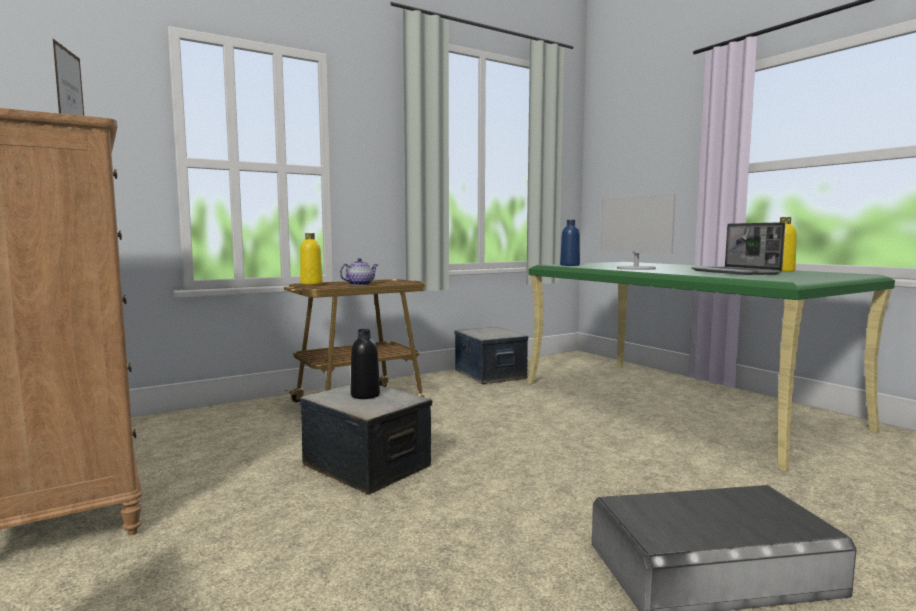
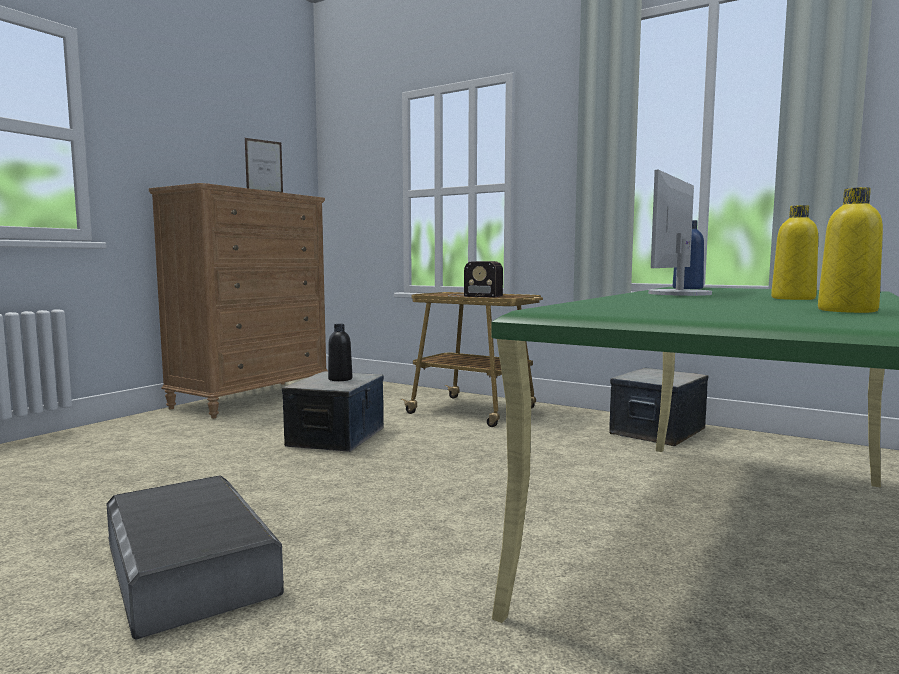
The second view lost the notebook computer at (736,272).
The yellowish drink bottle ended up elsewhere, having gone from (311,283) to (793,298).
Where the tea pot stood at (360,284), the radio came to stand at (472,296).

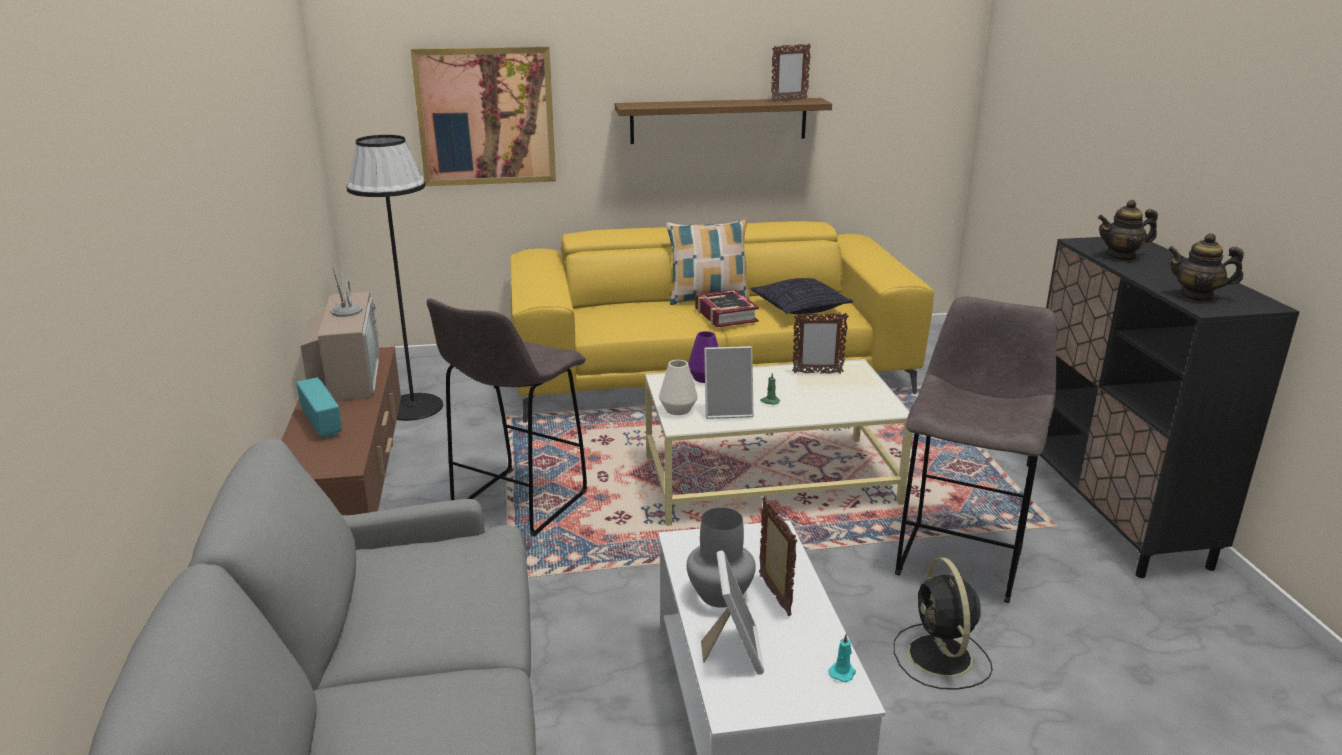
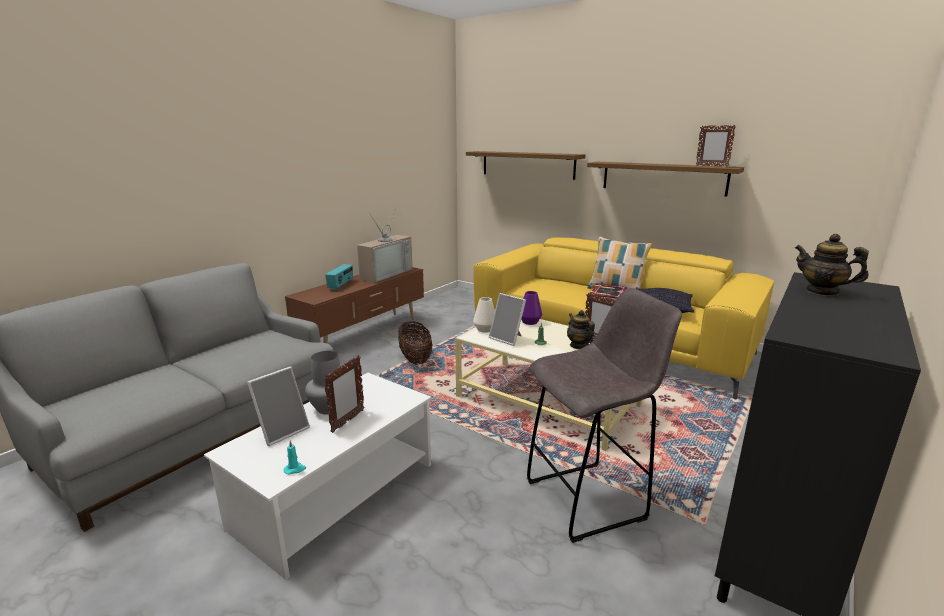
The second view lost the black standard lamp at (413,407).
The second view lost the black cooling fan at (941,658).
The tea pot ended up elsewhere, having gone from (1196,296) to (579,345).
Where the wall art hung at (486,116), the bracket shelf came to hang at (527,164).
Where the greyish sitting stool stood at (517,504), the storage basket came to stand at (415,359).

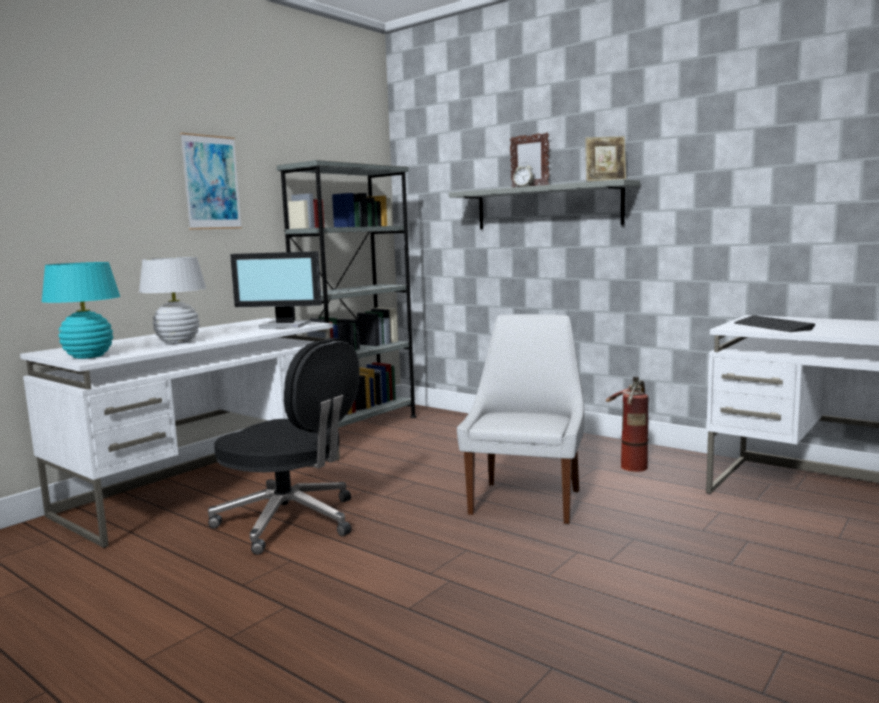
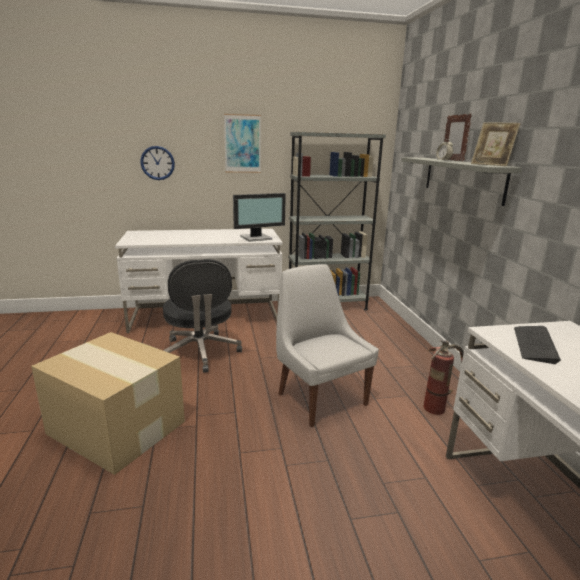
The second view lost the blue-green tabletop lamp at (89,356).
The second view lost the whitish tabletop lamp at (178,342).
The second view gained the packing box at (116,426).
The second view gained the hanging clock at (157,163).
The computer screen at (285,325) ended up facing another way, 75 degrees counterclockwise from before.
The whitish chair at (527,500) ended up facing another way, 90 degrees counterclockwise from before.

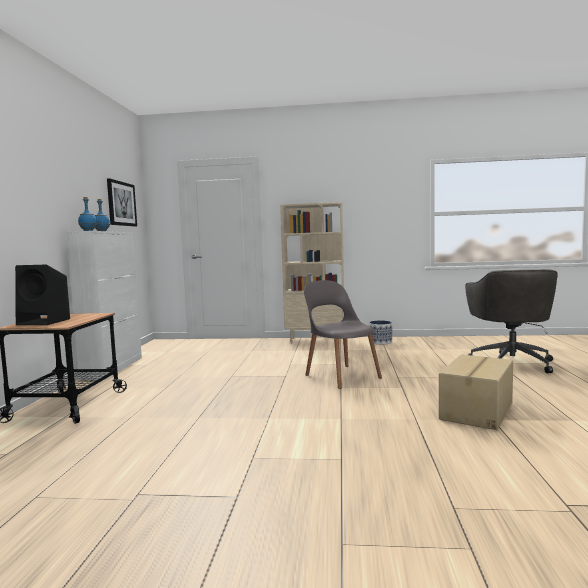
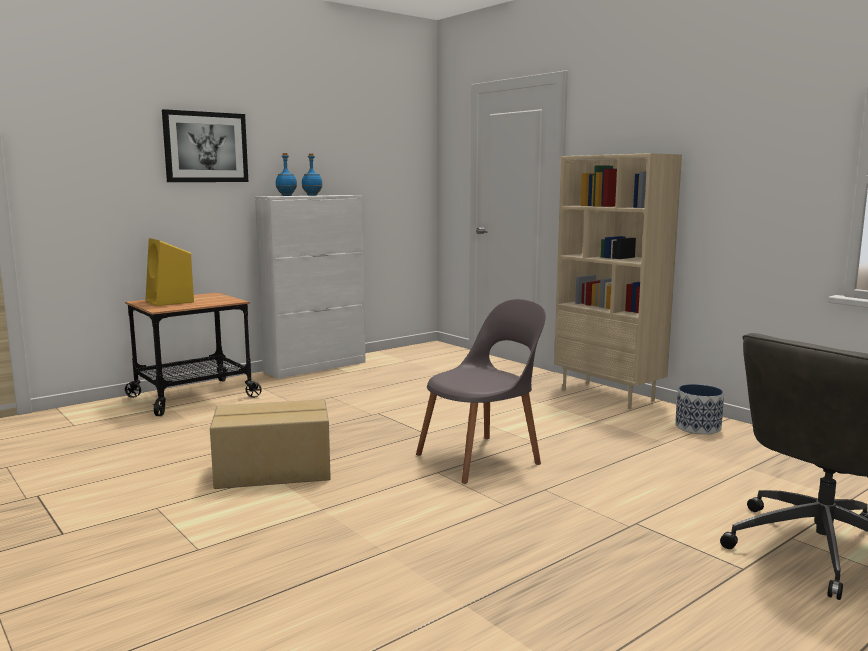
The wall art ended up elsewhere, having gone from (121,204) to (206,147).
The packing box ended up elsewhere, having gone from (478,411) to (274,471).
What was the black speaker at (45,322) turned into the yellowish speaker at (170,301).
The greyish chair at (341,376) ended up facing another way, 45 degrees clockwise from before.

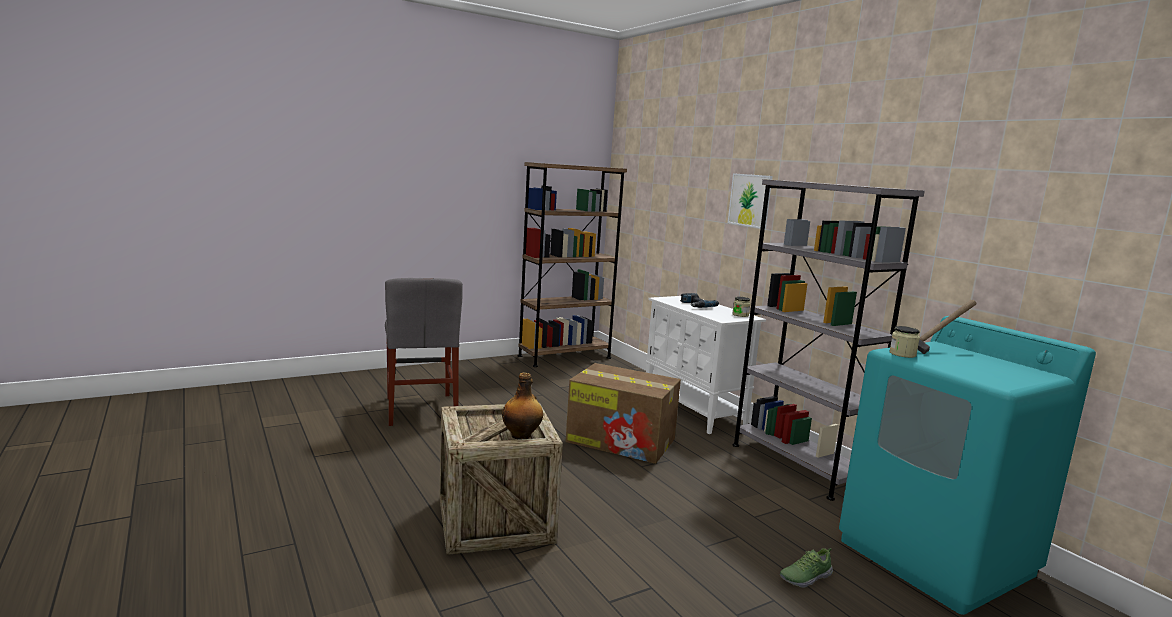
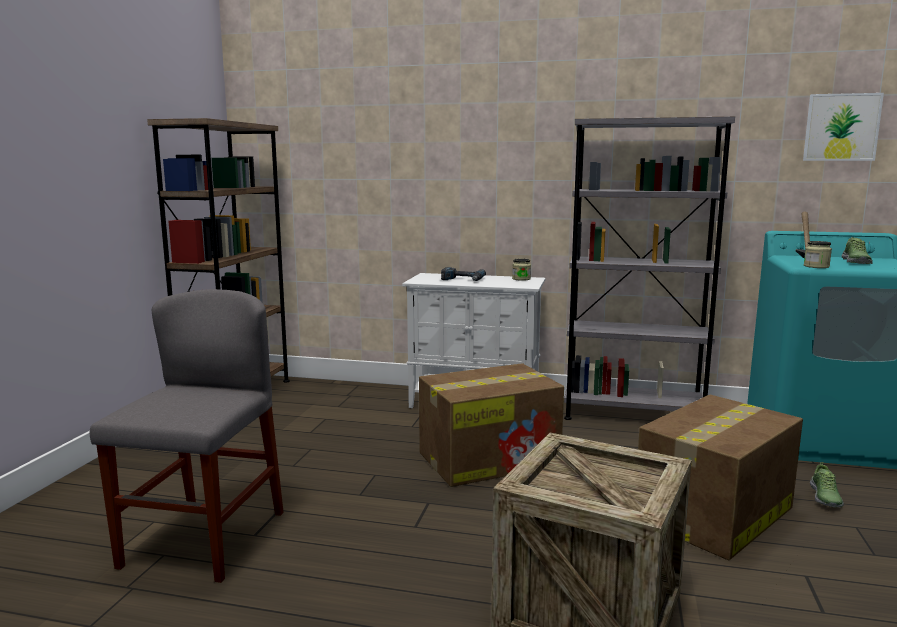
The second view lost the drink bottle at (521,436).
The second view gained the packing box at (713,514).
The second view gained the item of footwear at (855,262).
The wall art ended up elsewhere, having gone from (750,200) to (841,127).
The greyish chair at (421,409) ended up facing another way, 105 degrees counterclockwise from before.

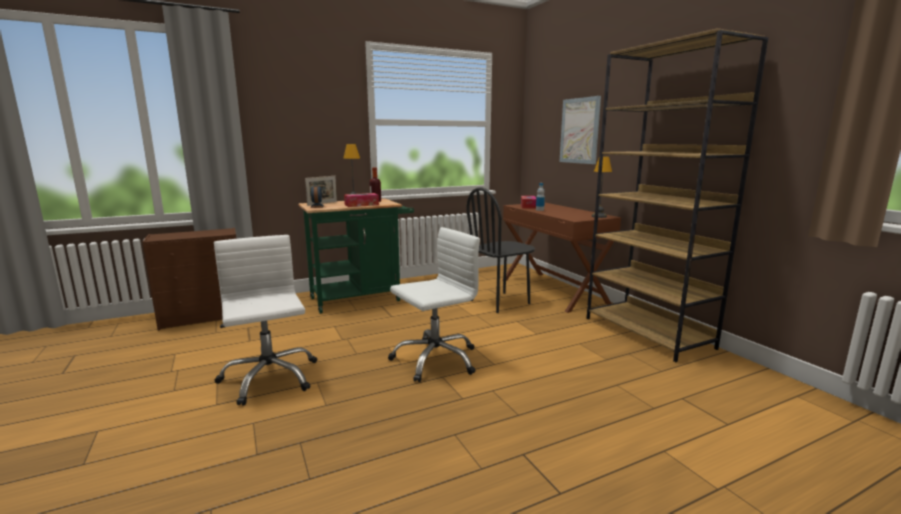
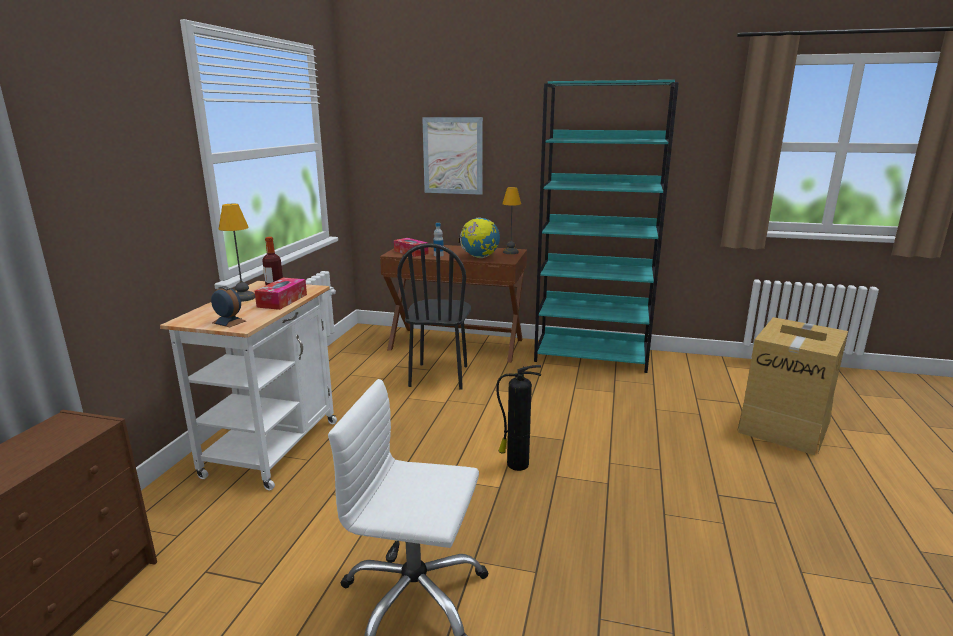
The second view lost the picture frame at (322,203).
The second view gained the world globe at (479,257).
The second view gained the packing box at (785,425).
Where the whitish office chair stood at (435,359), the fire extinguisher came to stand at (516,464).
What was the green cart at (361,298) turned into the whitish cart at (277,443).
What was the brown bookshelf at (648,333) turned into the blue-green bookshelf at (592,356).

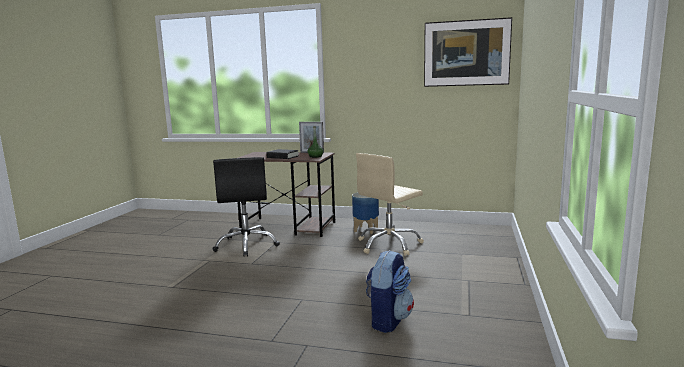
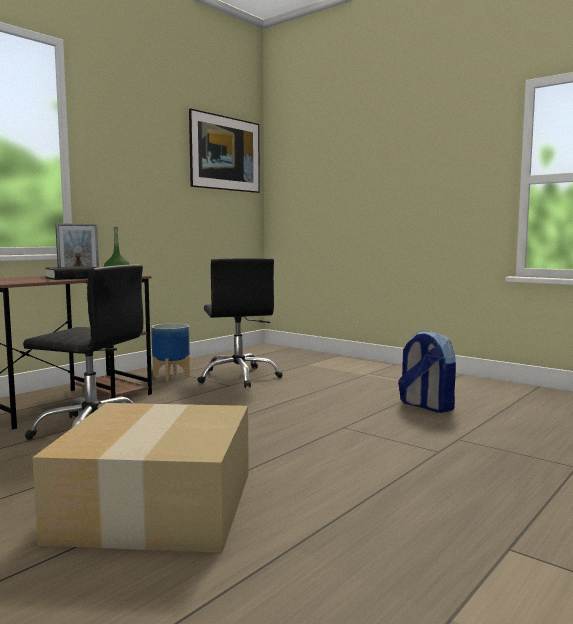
The second view gained the packing box at (155,503).
What was the beige office chair at (389,244) turned into the black office chair at (239,377).

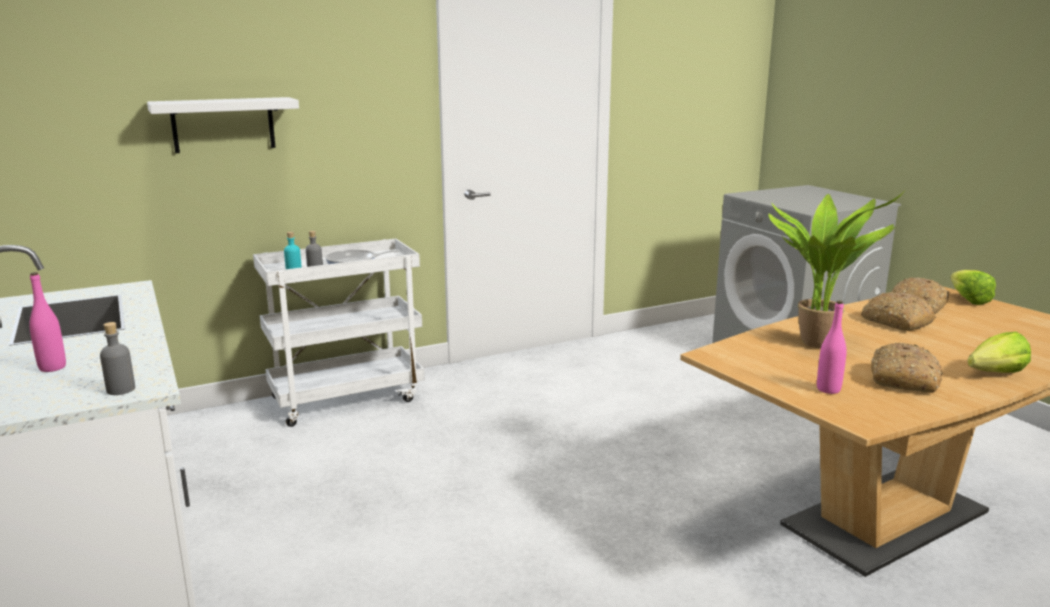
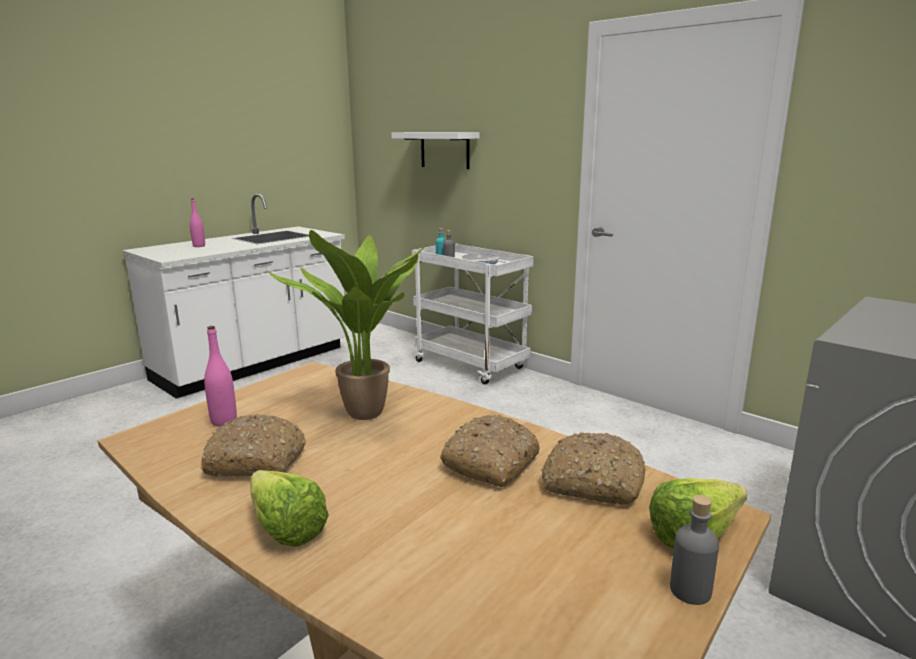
The greyish drink bottle ended up elsewhere, having gone from (121,389) to (690,590).

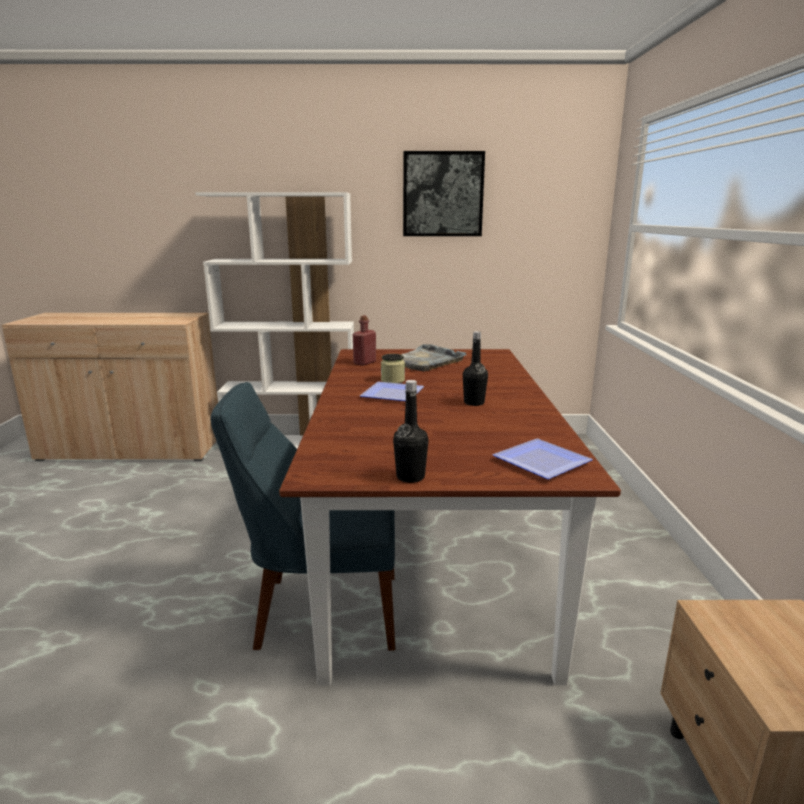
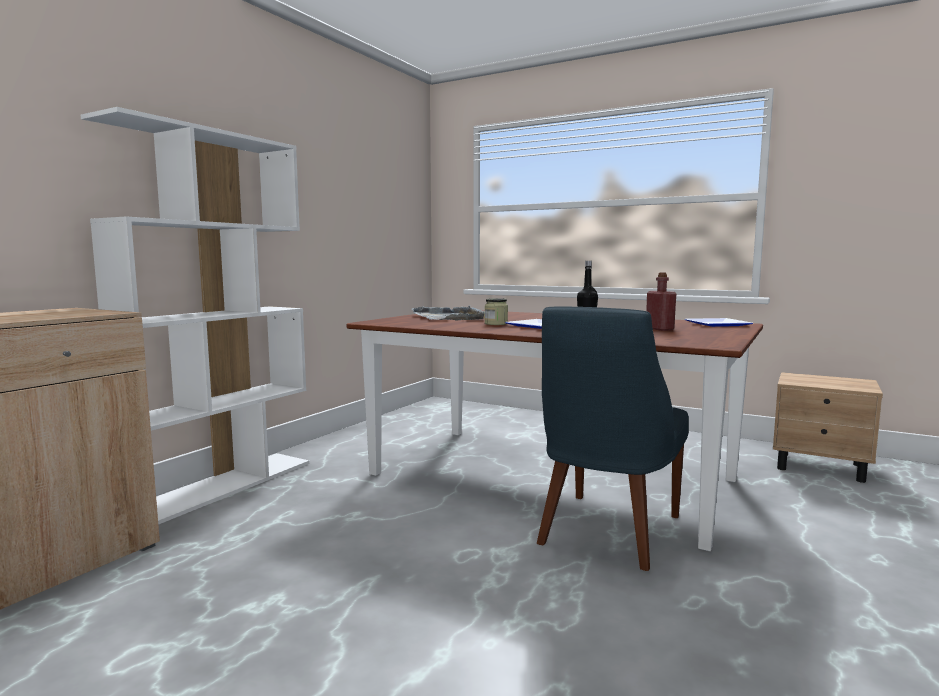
The second view lost the black drink bottle at (410,477).
The second view lost the wall art at (442,194).
The red-coloured drink bottle ended up elsewhere, having gone from (364,363) to (659,329).

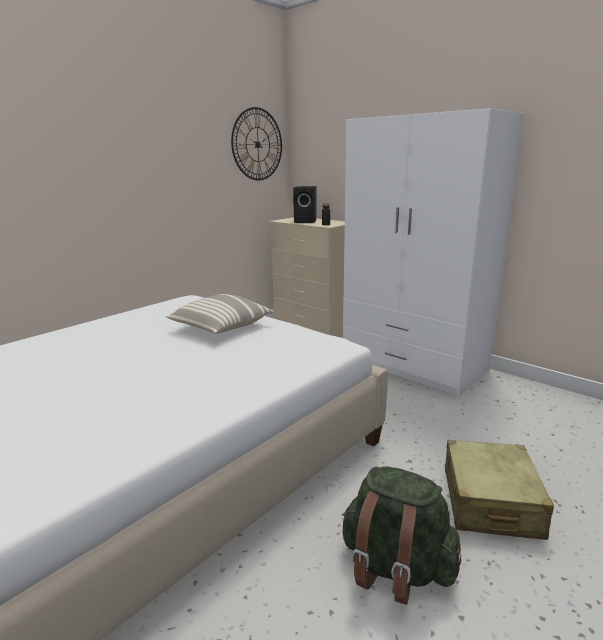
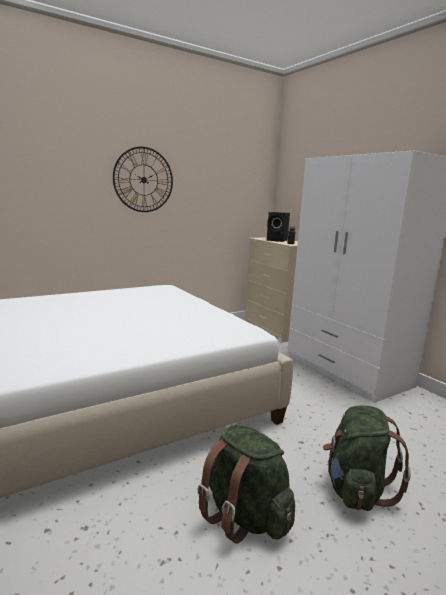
The second view lost the throw pillow at (220,328).
The hanging clock ended up elsewhere, having gone from (257,144) to (143,180).
Where the beige travel case stood at (490,502), the green rucksack came to stand at (355,489).

